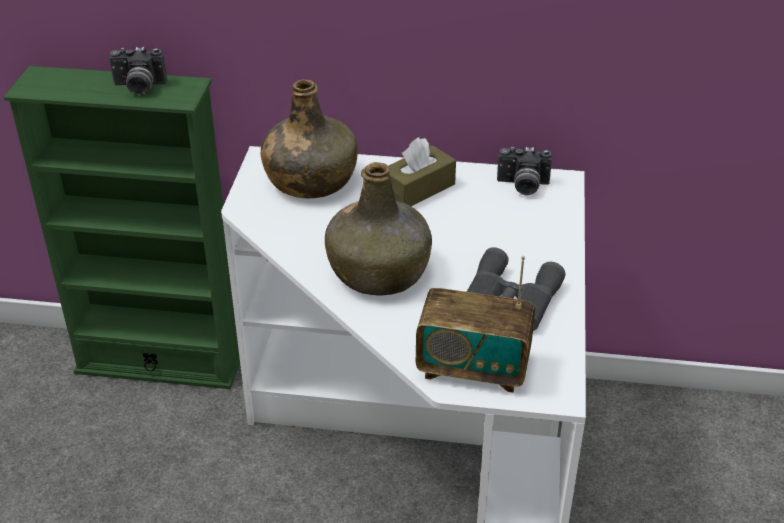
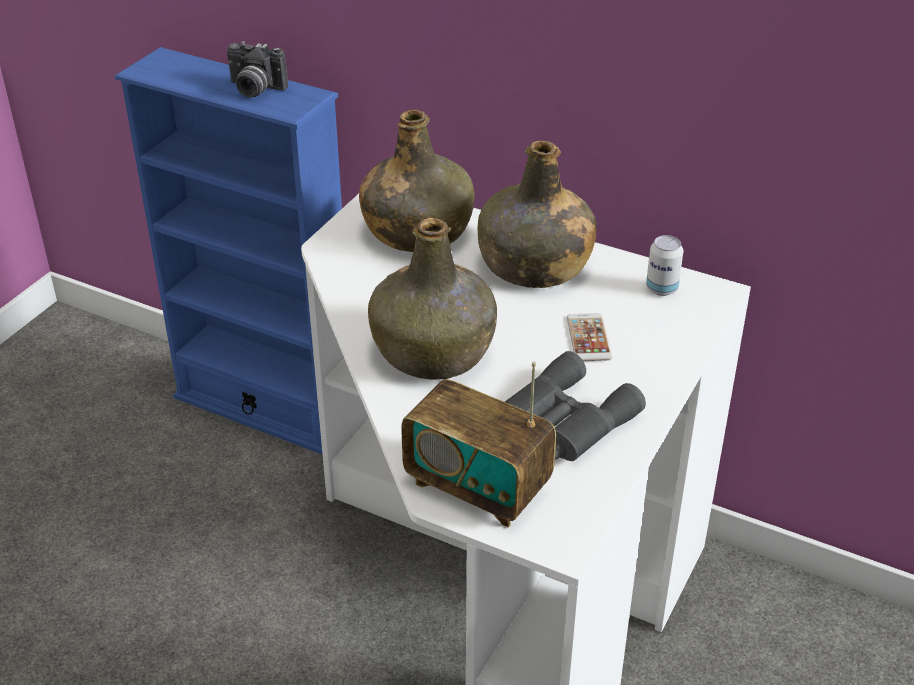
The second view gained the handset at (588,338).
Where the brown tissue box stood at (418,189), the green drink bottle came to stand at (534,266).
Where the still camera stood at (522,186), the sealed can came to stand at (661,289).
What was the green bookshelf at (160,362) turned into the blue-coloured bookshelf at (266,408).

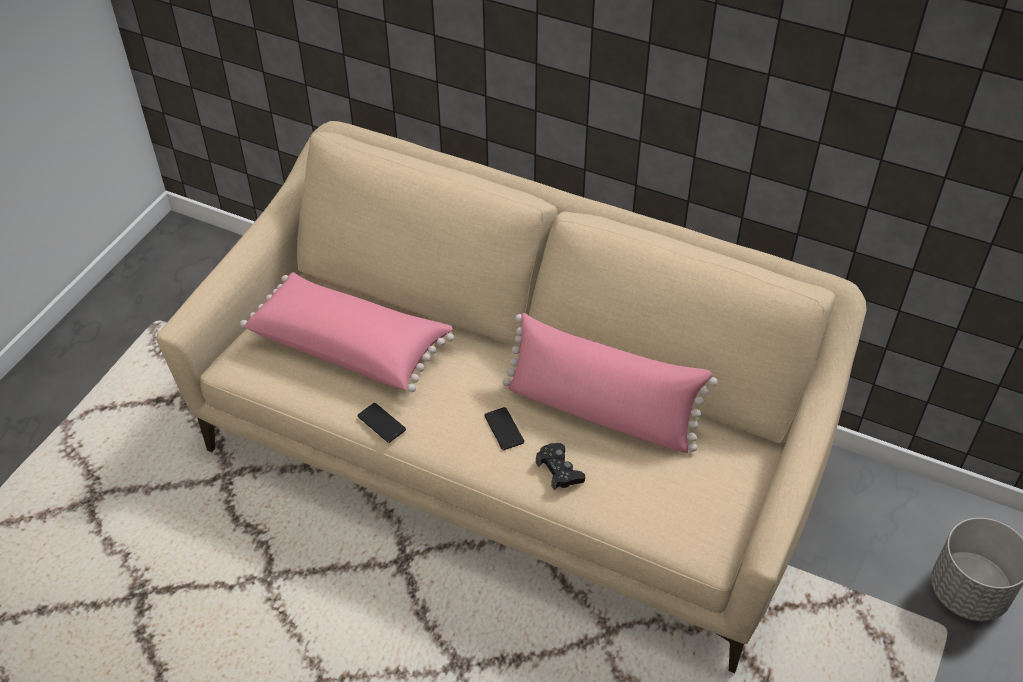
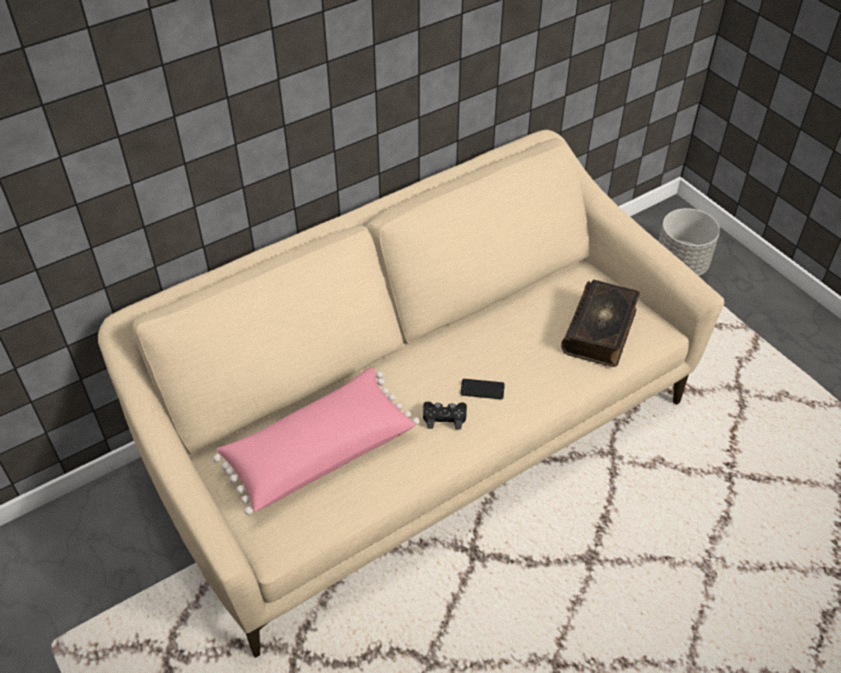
The second view lost the handset at (381,423).
The second view lost the pink-coloured throw pillow at (601,412).
The second view gained the bound book at (600,331).
The black game controller ended up elsewhere, having gone from (559,470) to (444,417).

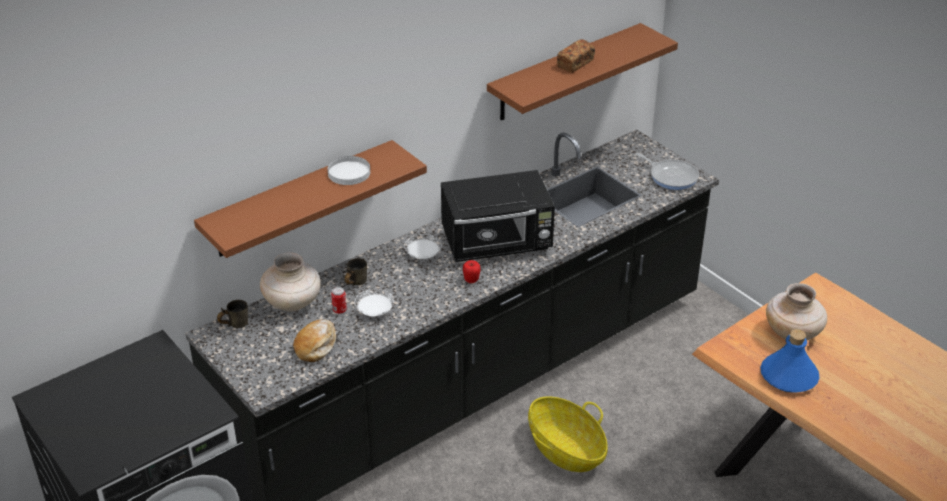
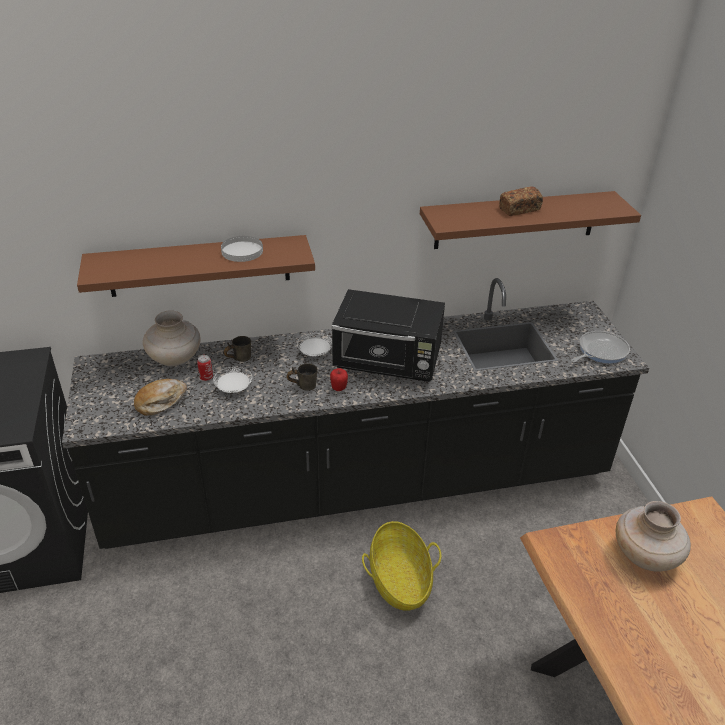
The second view lost the blue-coloured drink bottle at (788,377).
The greyish coffee mug ended up elsewhere, having gone from (234,324) to (303,385).
The pan at (671,176) ended up facing another way, 105 degrees counterclockwise from before.

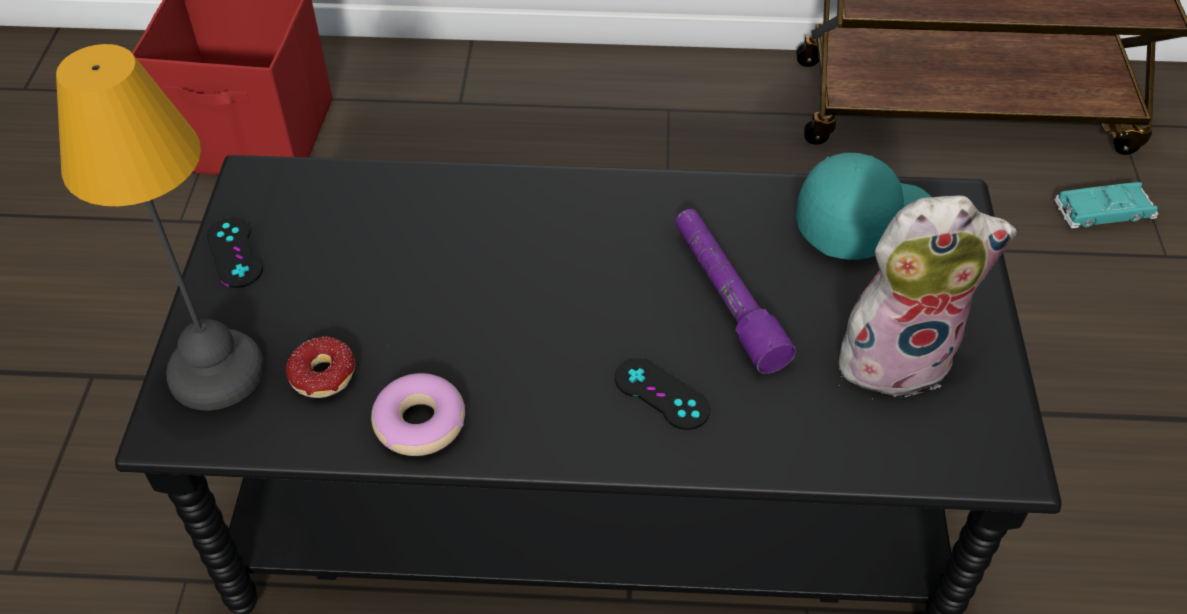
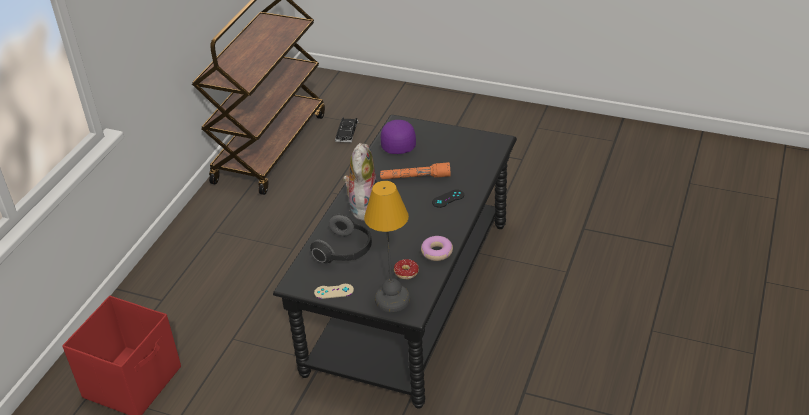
The second view gained the pair of headphones at (345,251).
The cuddly toy ended up elsewhere, having gone from (896,355) to (363,207).
What was the black game controller at (234,253) turned into the beige game controller at (334,291).
What was the purple-coloured hand torch at (726,297) turned into the orange hand torch at (415,177).
What was the blue-green cap at (863,222) turned into the purple-coloured cap at (397,142).
What was the blue-green miniature car at (1103,211) turned into the black miniature car at (347,132).

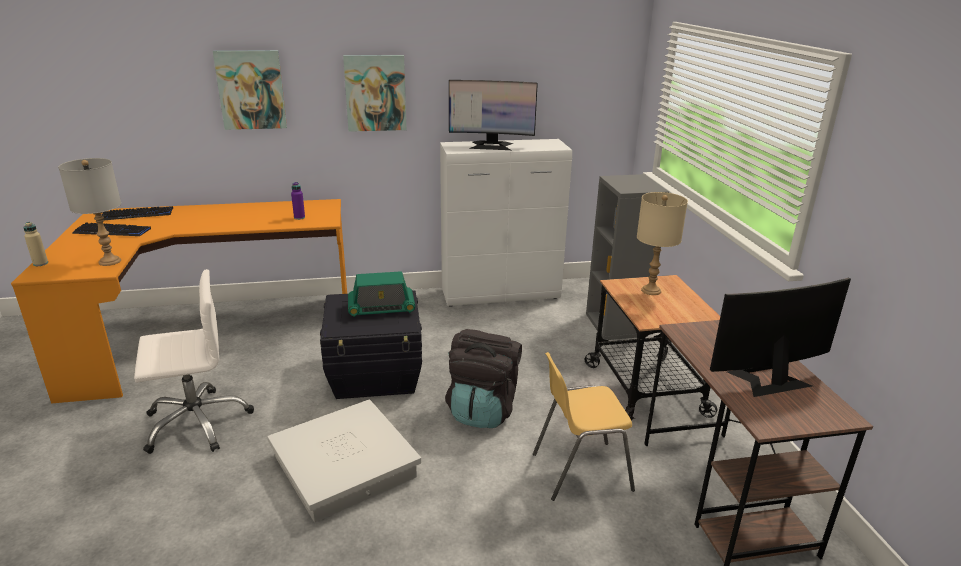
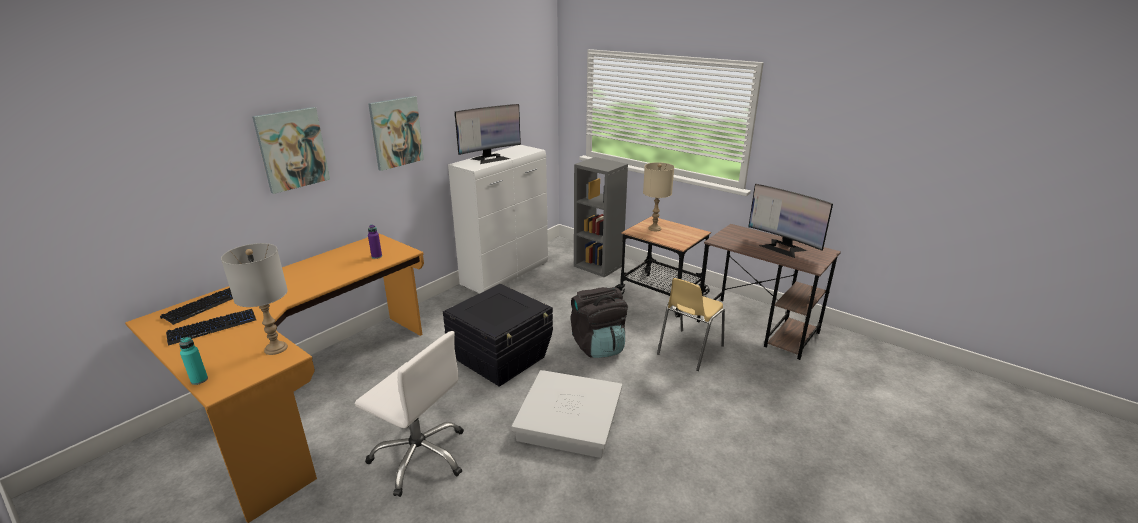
The second view lost the radio at (381,308).
What was the beige drink bottle at (40,263) turned into the blue-green drink bottle at (199,380).
The whitish office chair at (197,422) ended up facing another way, 90 degrees clockwise from before.
The computer screen at (768,379) ended up facing another way, 75 degrees counterclockwise from before.

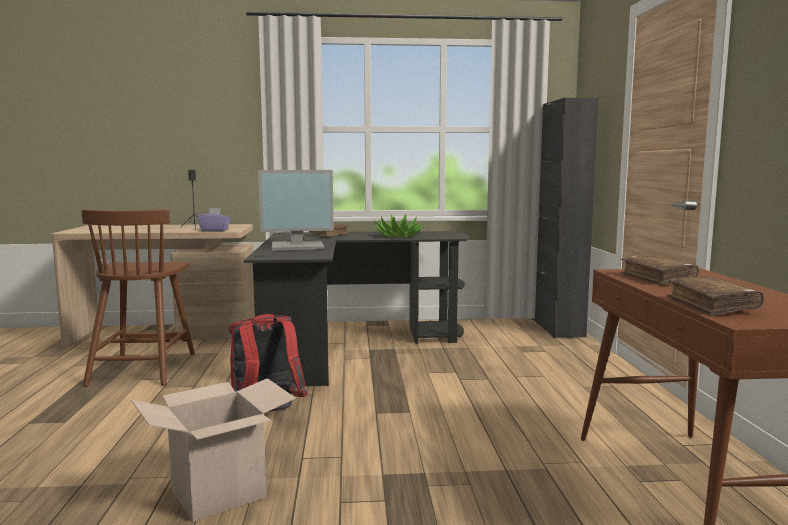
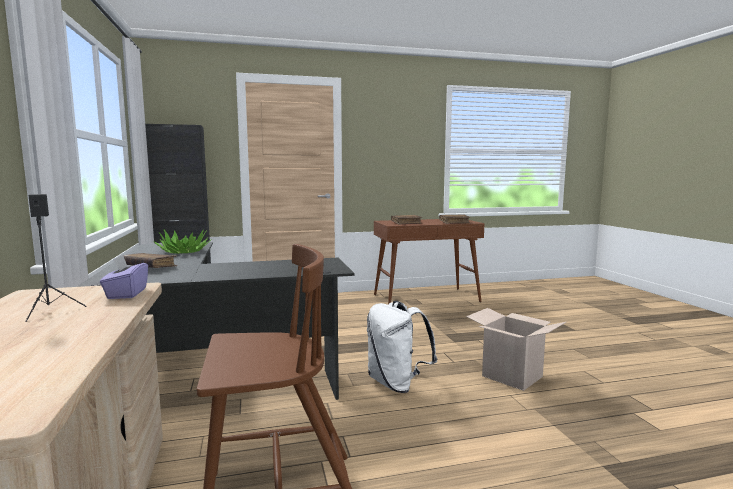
The second view lost the computer screen at (298,246).
What was the red-coloured rucksack at (266,414) turned into the whitish rucksack at (397,384).

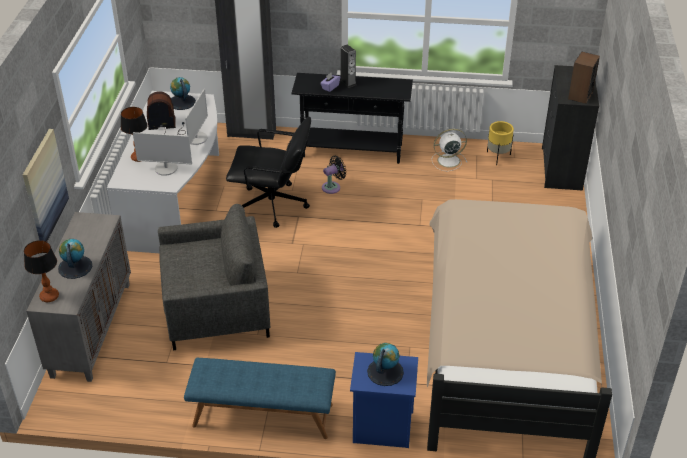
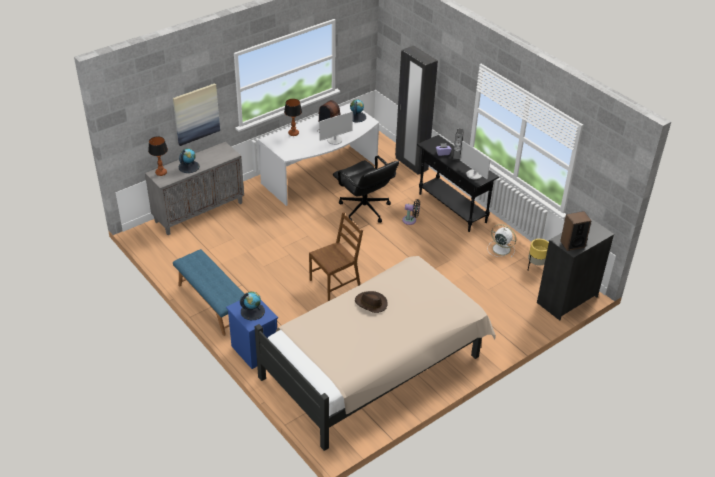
The second view lost the greyish armchair at (216,308).
The second view gained the brown chair at (335,283).
The second view gained the brown clothing hat at (371,303).
The computer screen ended up elsewhere, having gone from (166,168) to (474,174).

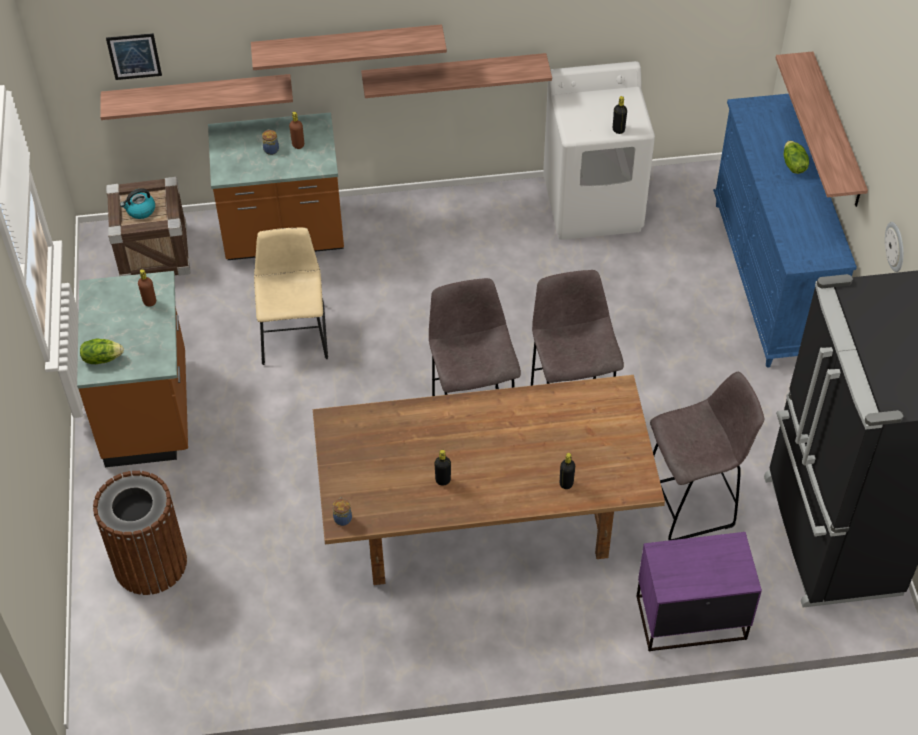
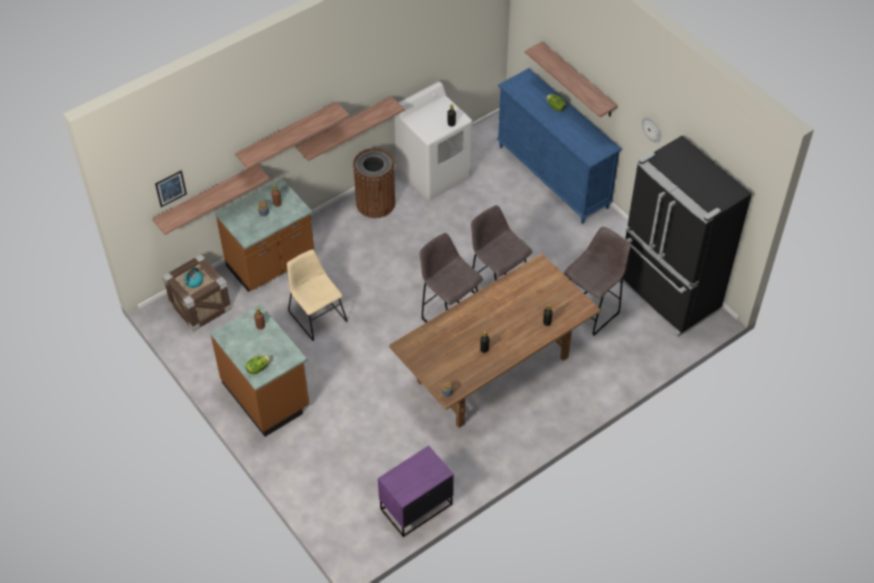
The brown trash can ended up elsewhere, having gone from (150,563) to (375,203).
The purple-coloured bedside table ended up elsewhere, having gone from (690,617) to (415,507).

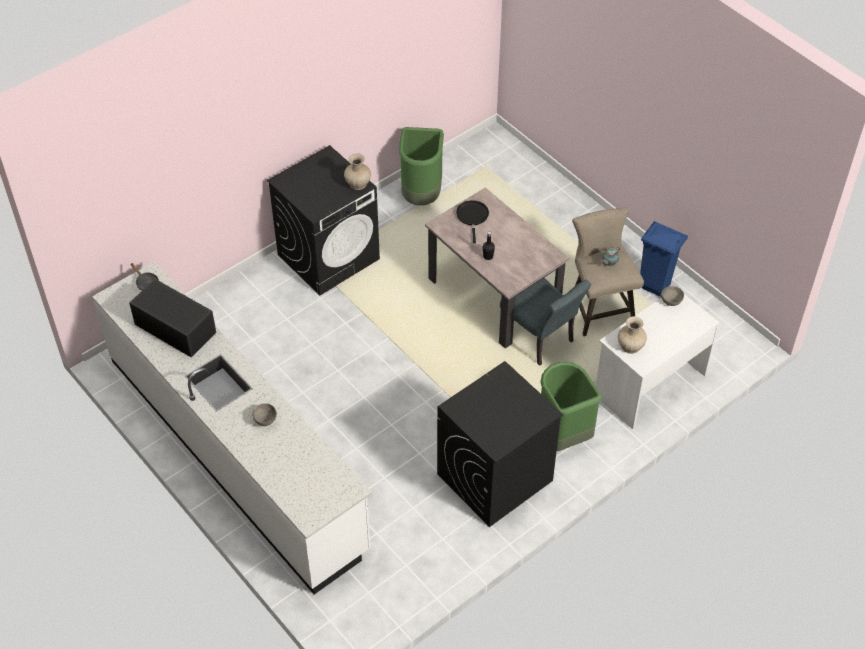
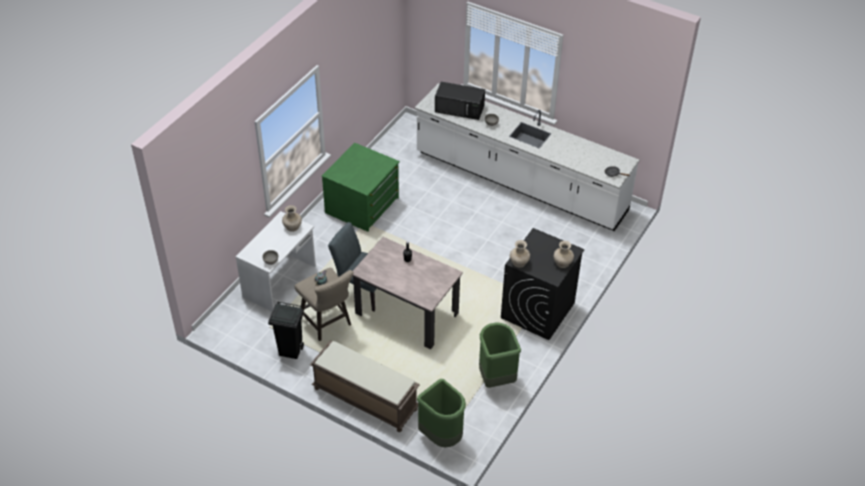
The second view lost the black pan at (472,217).
The second view gained the brown bench at (364,399).
The second view gained the beige vase at (562,263).
The black microwave ended up elsewhere, having gone from (174,328) to (460,108).
The green trash can ended up elsewhere, having gone from (562,435) to (441,436).
Where the black washing machine stood at (494,478), the green drawer chest came to stand at (363,206).
What was the blue-coloured trash can at (654,286) turned into the black trash can at (291,351).

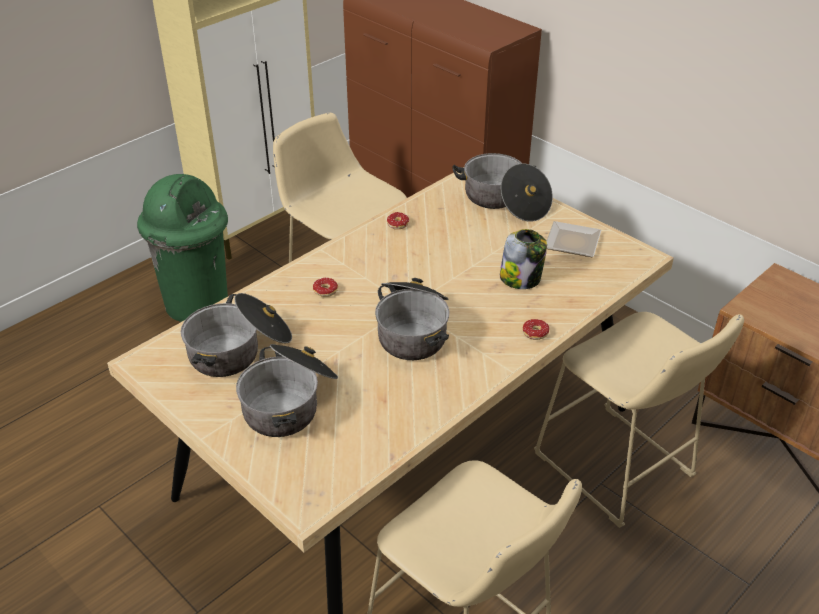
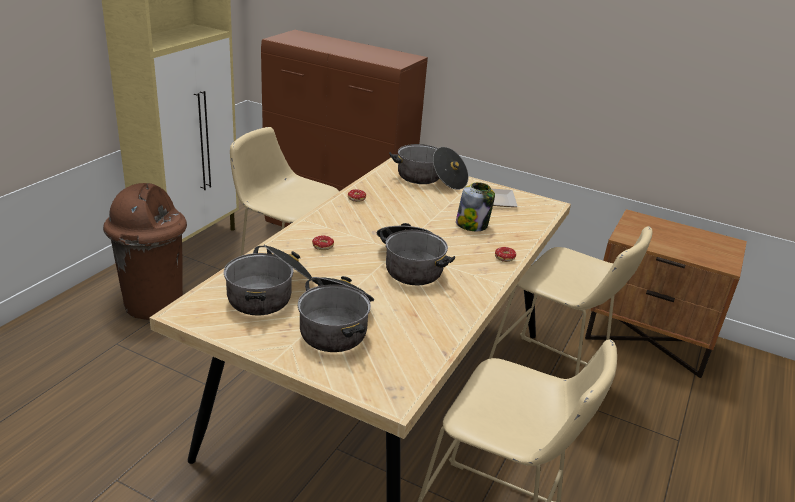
What was the green trash can at (198,303) turned into the brown trash can at (154,303).

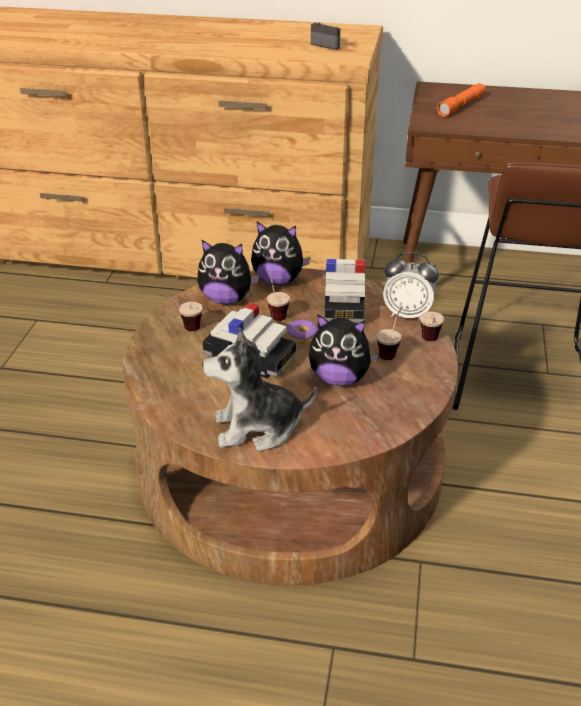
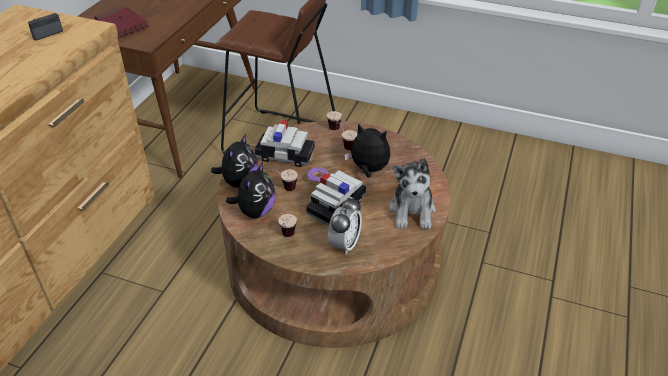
The table clock ended up elsewhere, having gone from (407,314) to (344,244).
Where the orange hand torch stood at (461,106), the red-coloured bound book came to stand at (122,24).
The cuddly toy at (339,378) ended up facing another way, 90 degrees counterclockwise from before.

